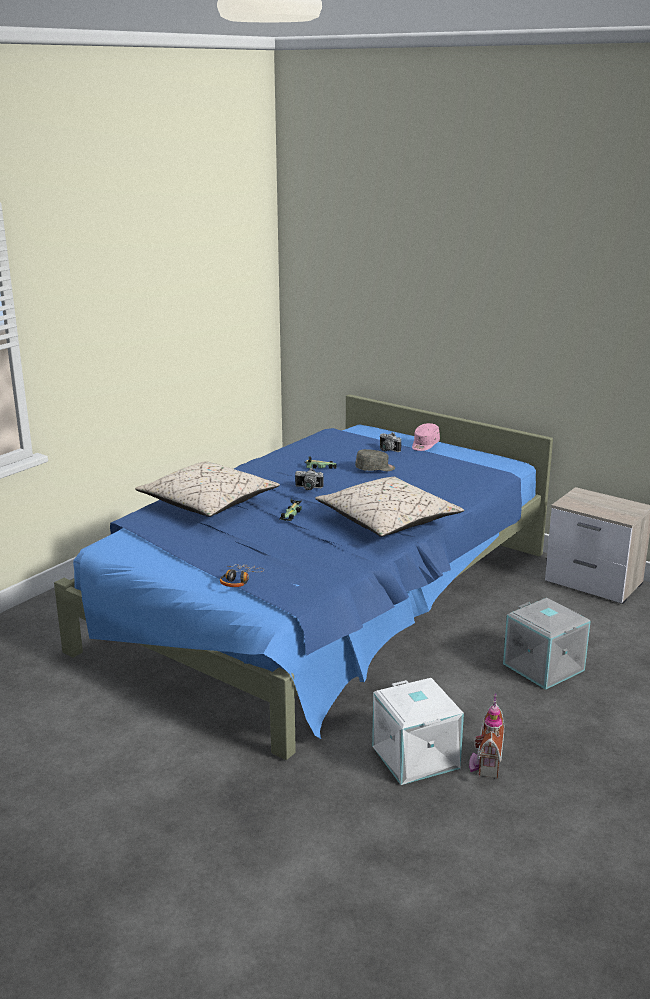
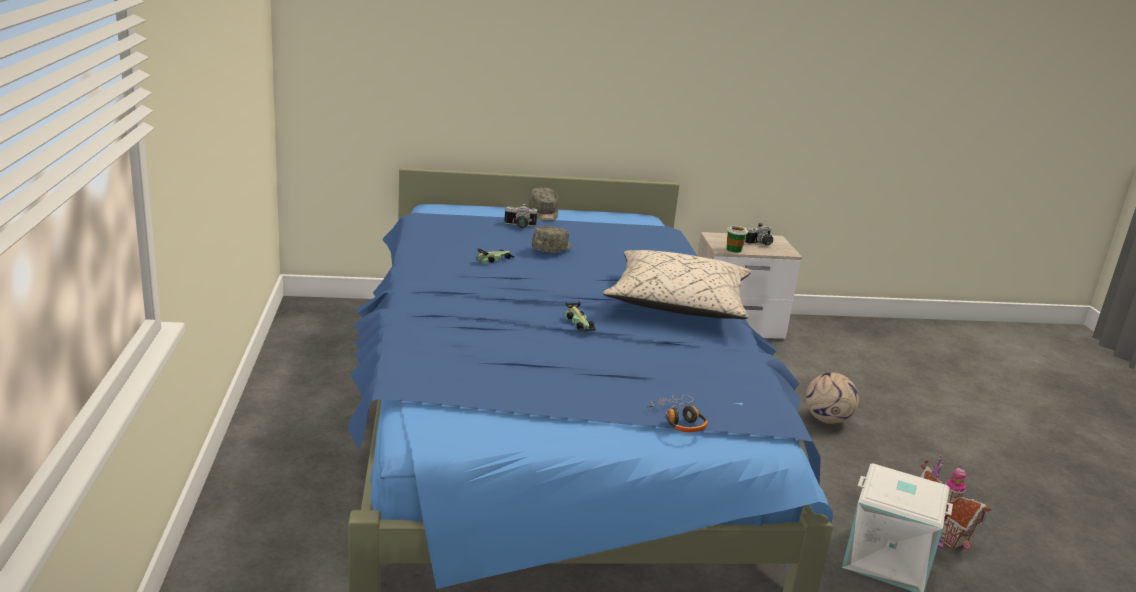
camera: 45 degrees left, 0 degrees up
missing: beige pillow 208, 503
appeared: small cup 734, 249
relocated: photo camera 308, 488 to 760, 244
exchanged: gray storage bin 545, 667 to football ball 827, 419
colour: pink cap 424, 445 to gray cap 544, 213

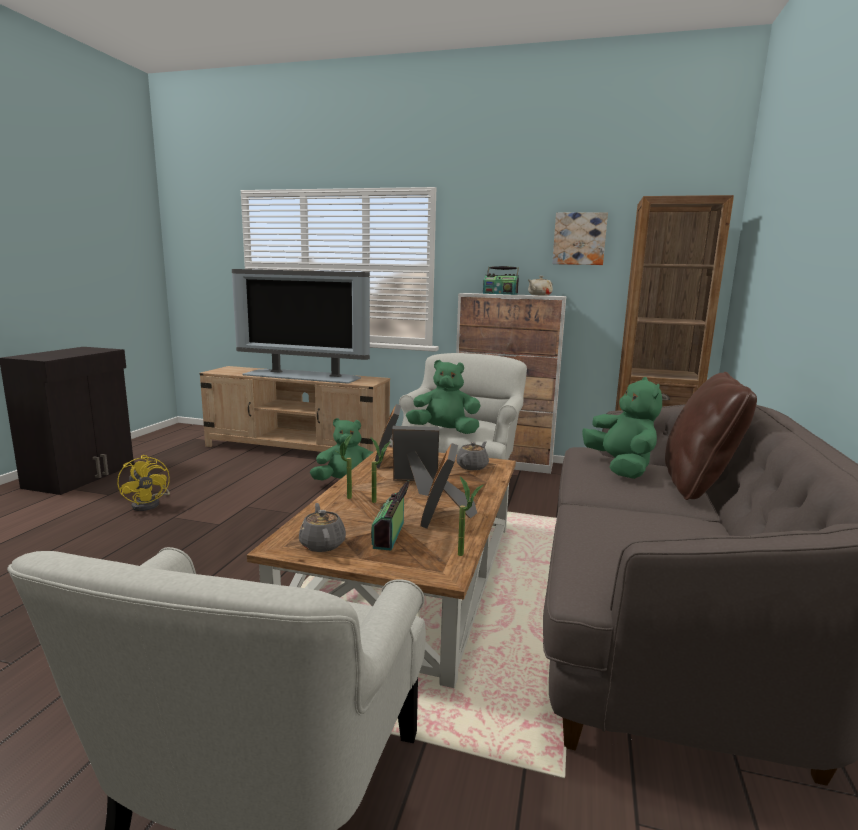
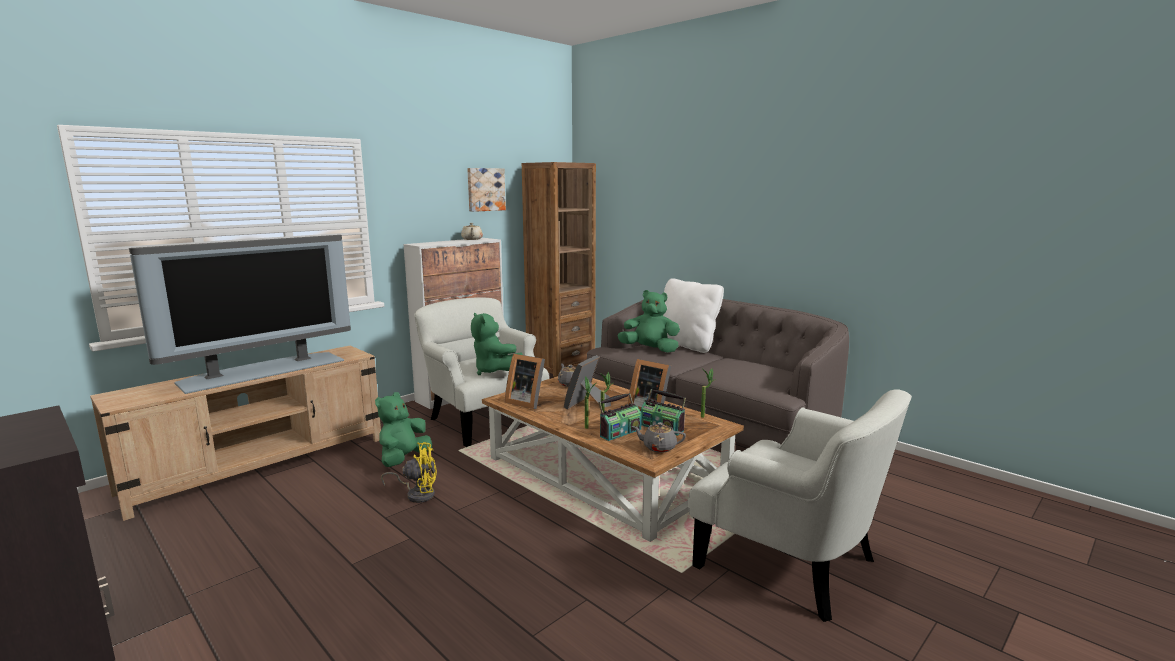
camera: 60 degrees left, 0 degrees up
relocated: yellow fan 150, 504 to 417, 494; radio receiver 500, 294 to 619, 432
colour: brown-coloured pillow 698, 485 to white pillow 686, 345
spun: green plush toy 444, 431 = 494, 371 75 degrees counterclockwise

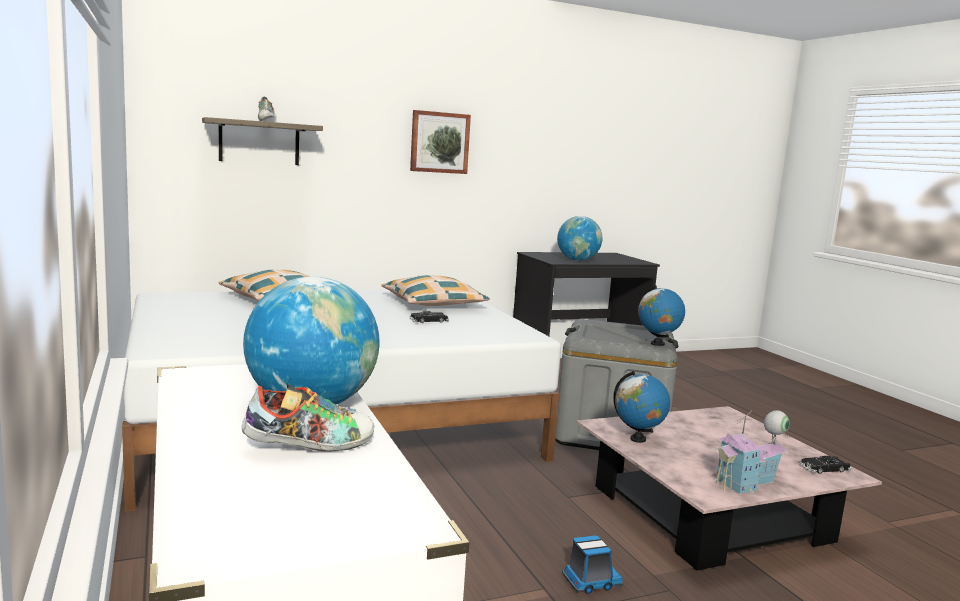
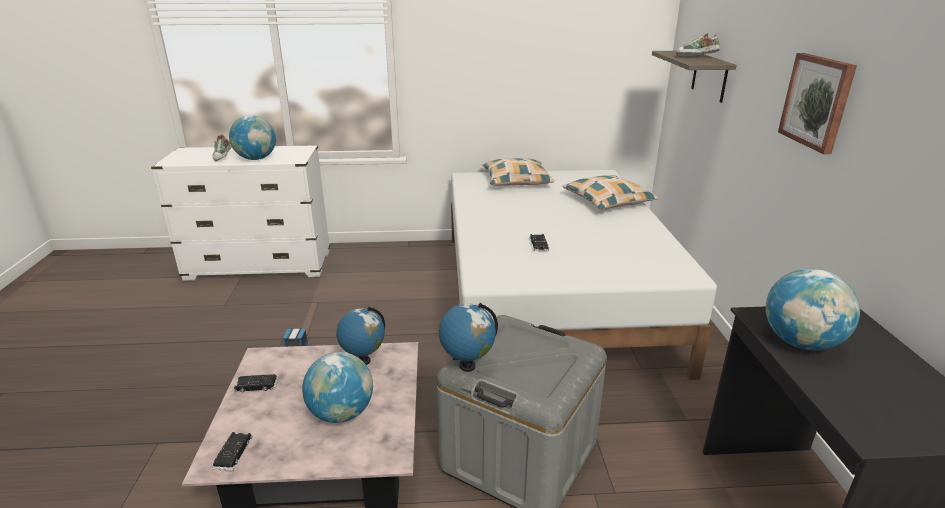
camera: 110 degrees right, 15 degrees up
appeared: desk globe 341, 413
relocated: pillow 433, 303 to 516, 181
exchanged: miniature house 747, 483 to blackish miniature car 256, 386

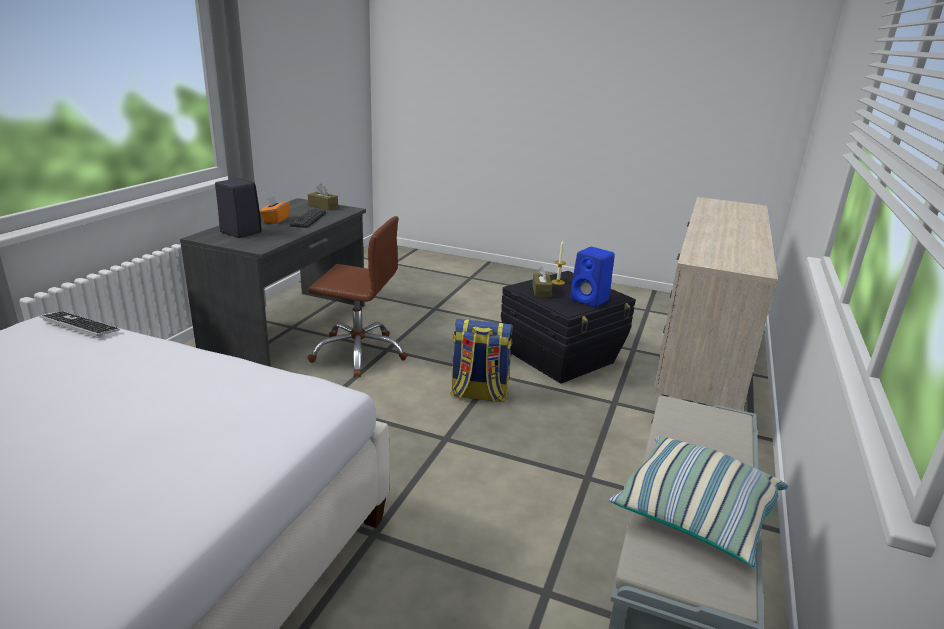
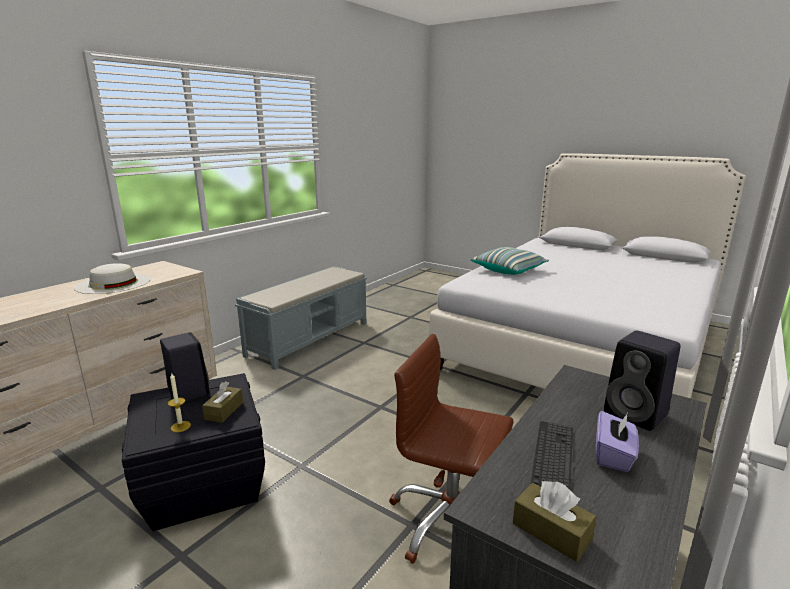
camera: 165 degrees left, 5 degrees down
missing: PC keyboard 80, 325; knapsack 478, 394
appeared: white clothing hat 113, 283
relocated: pillow 695, 514 to 509, 270
colour: orange-coloured tissue holder 275, 220 to purple-coloured tissue holder 613, 455; blue-coloured audio speaker 590, 300 to blackish audio speaker 188, 392

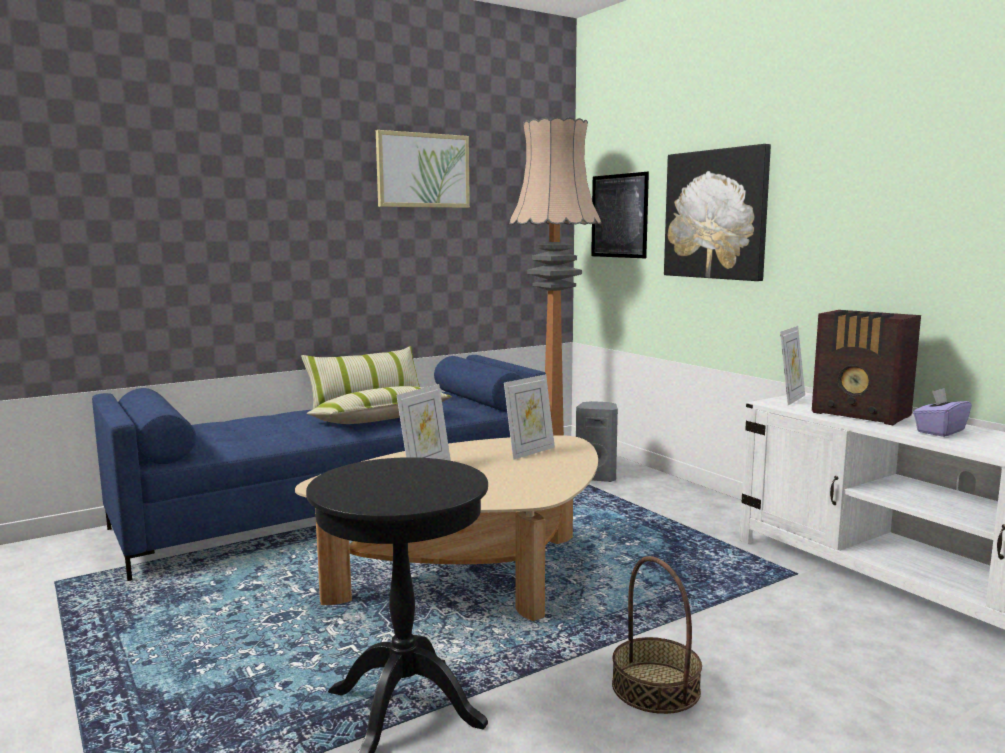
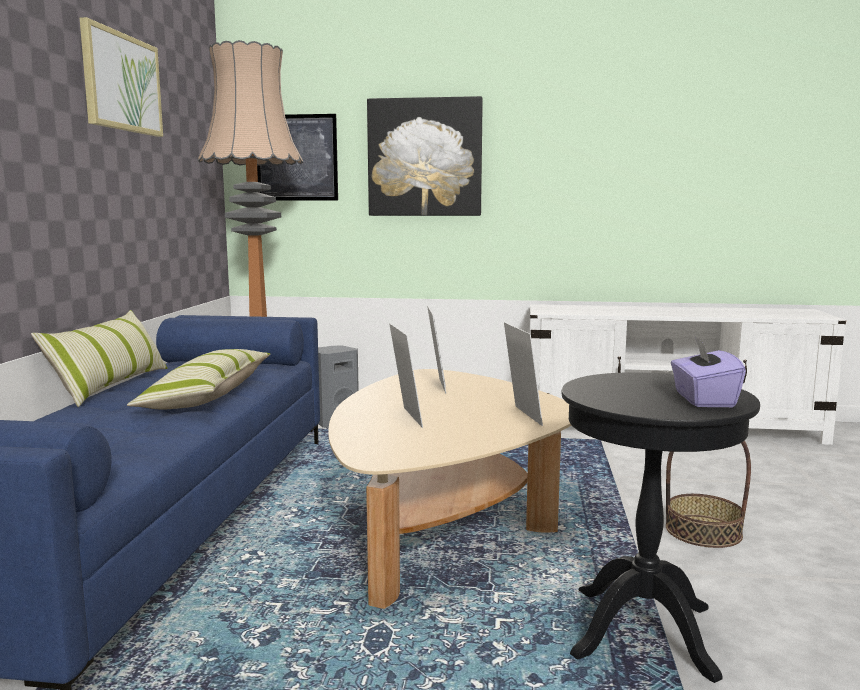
camera: 50 degrees left, 0 degrees up
missing: radio receiver 862, 415
relocated: photo frame 790, 399 to 521, 416; purple-coloured tissue holder 939, 431 to 703, 399

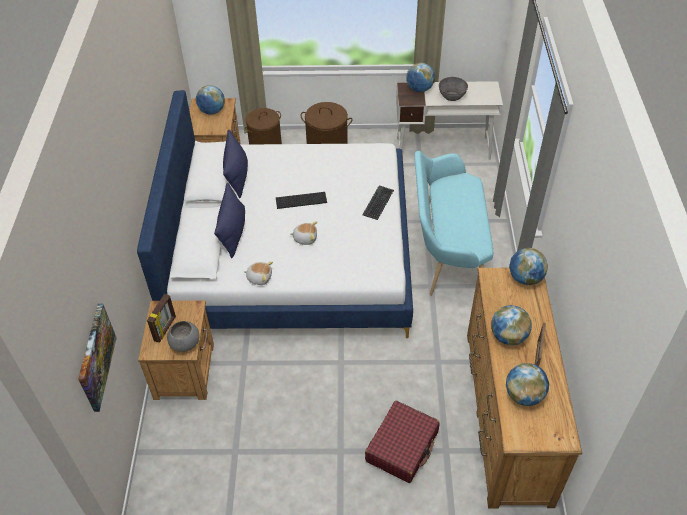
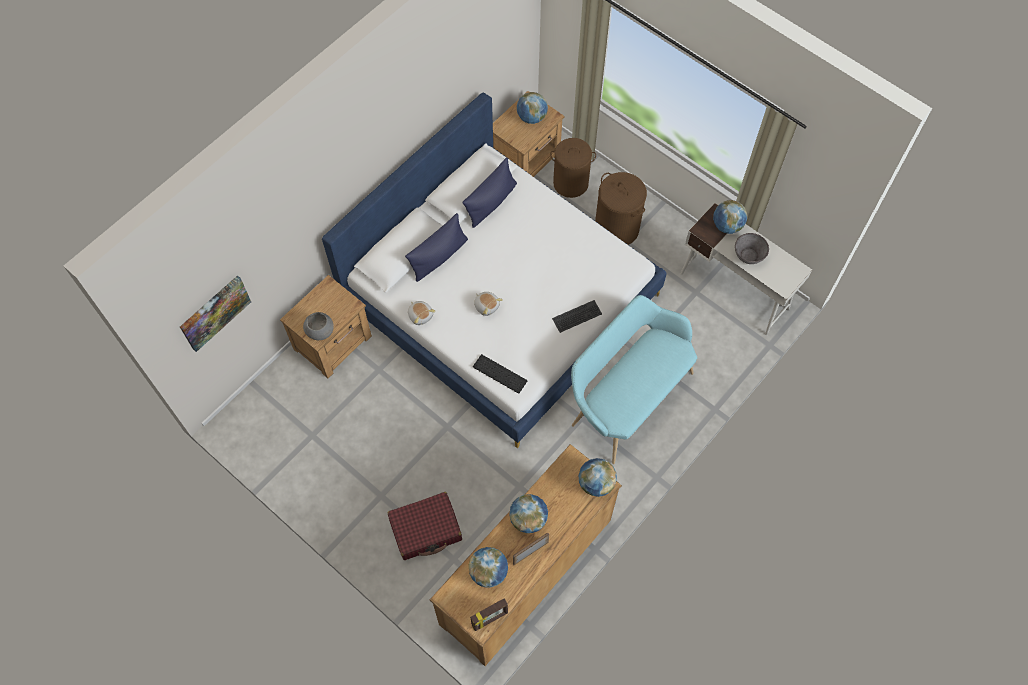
camera: 40 degrees right, 15 degrees up
relocated: photo frame 165, 329 to 490, 619; PC keyboard 301, 199 to 501, 373

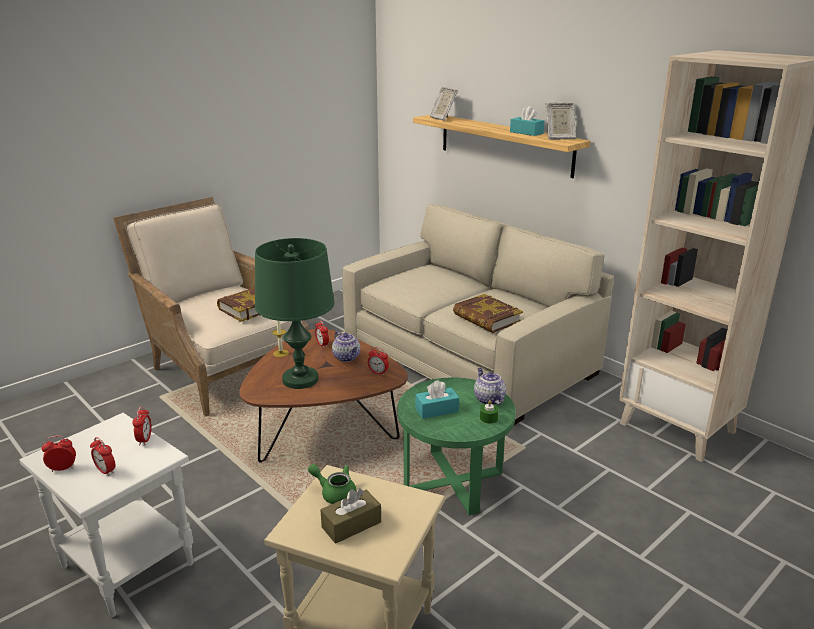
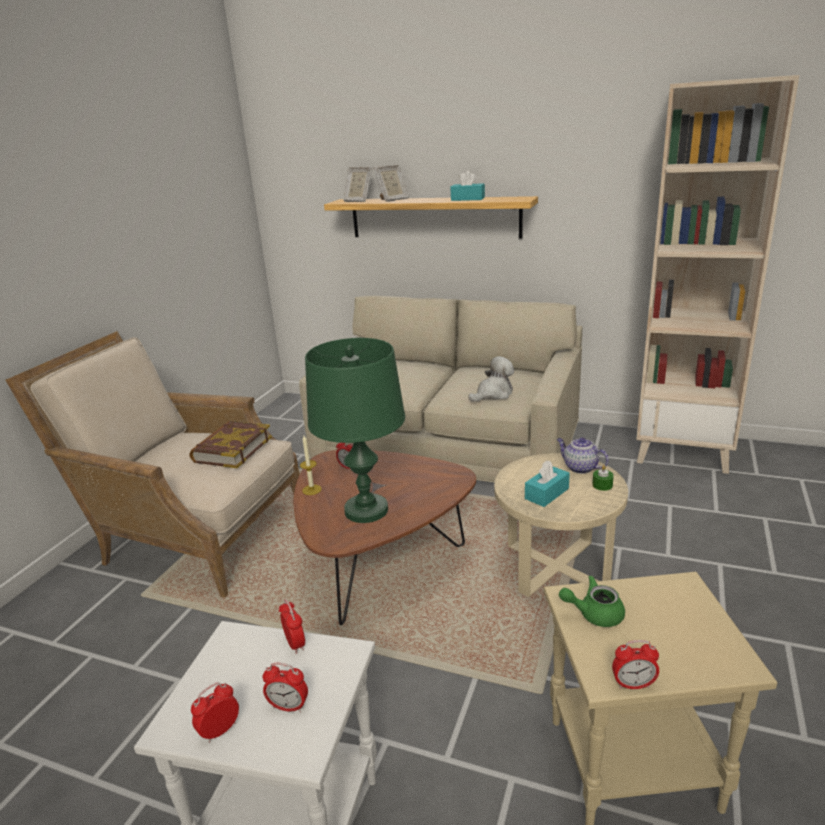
camera: 25 degrees left, 0 degrees up
missing: brown-coloured tissue holder 351, 525; teapot 347, 358
relocated: bedside clock 378, 373 to 633, 684; photo frame 559, 138 to 392, 200
exchanged: book 486, 318 to plush toy 493, 394
colour: green accent table 453, 481 to beige accent table 556, 566

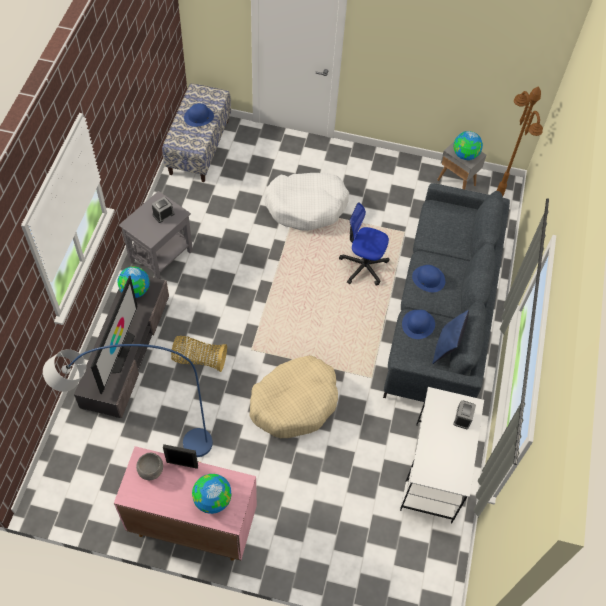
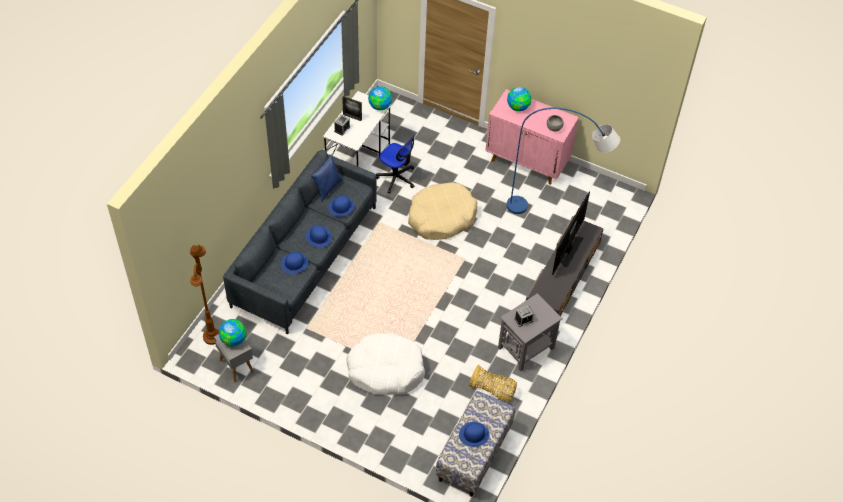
camera: 165 degrees left, 5 degrees down
appeared: blue-coloured clothing hat 294, 263
relocated: desk globe 135, 290 to 380, 106; photo frame 182, 464 to 352, 117; storage basket 199, 359 to 493, 390; computer chair 363, 266 to 396, 178

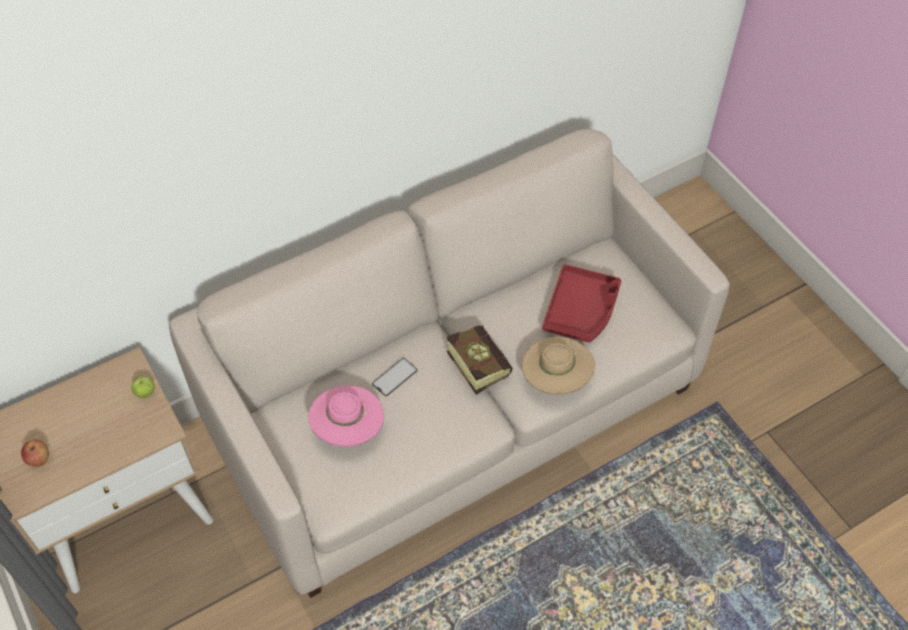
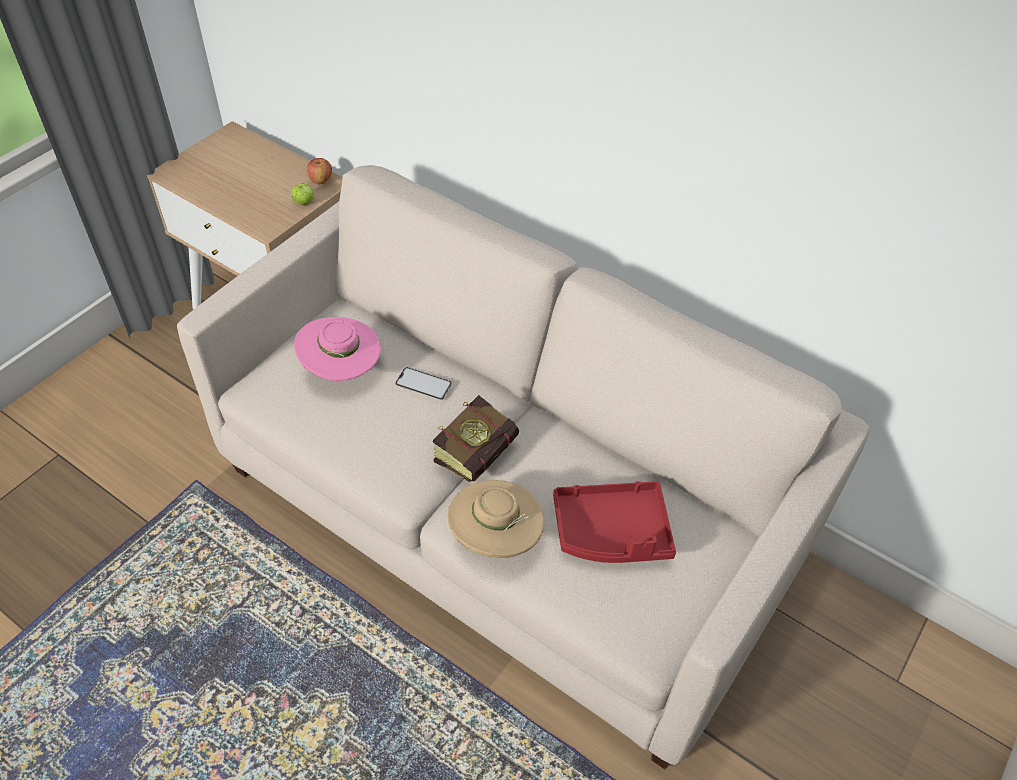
camera: 65 degrees right, 5 degrees down
relocated: whole apple 39, 459 to 320, 180

